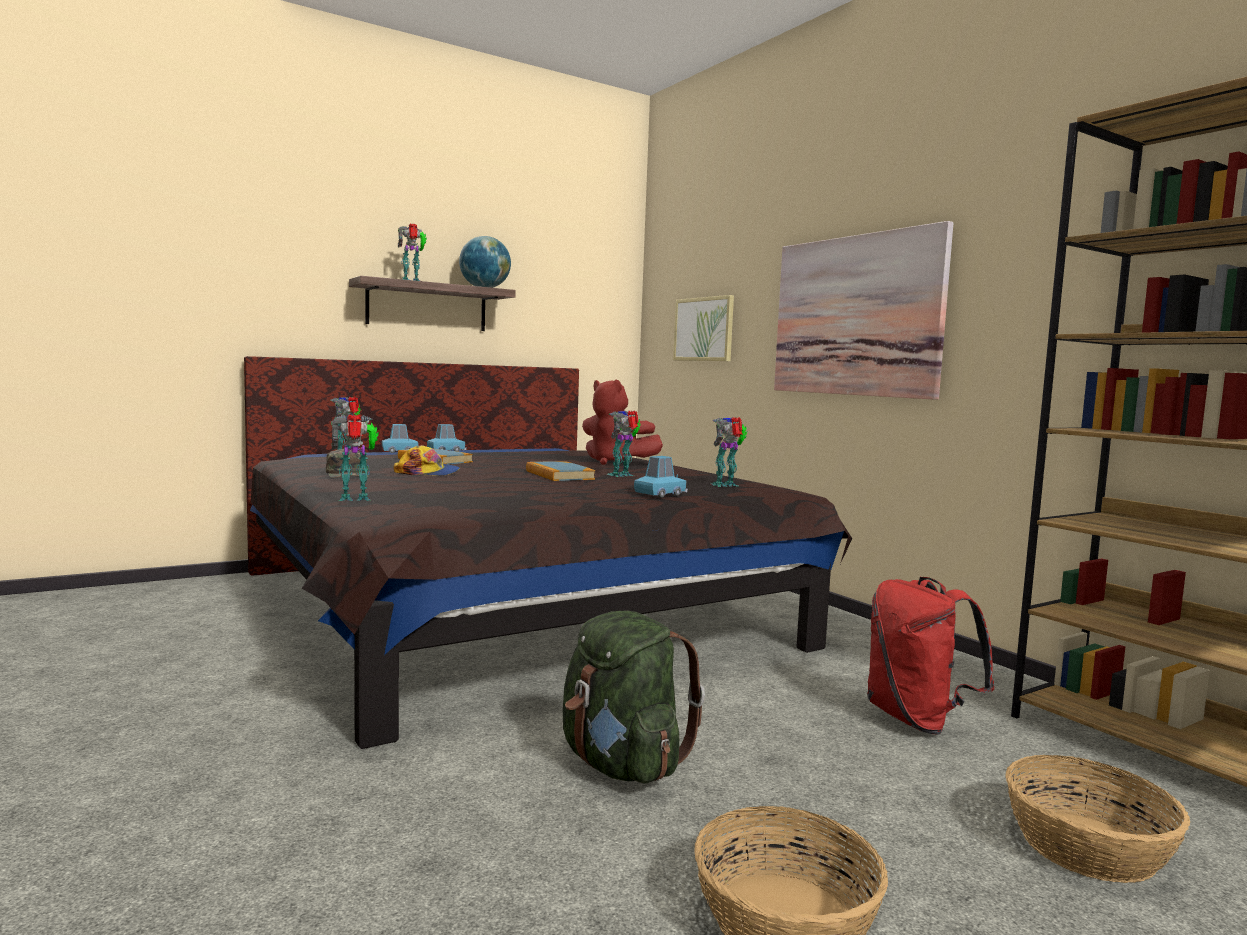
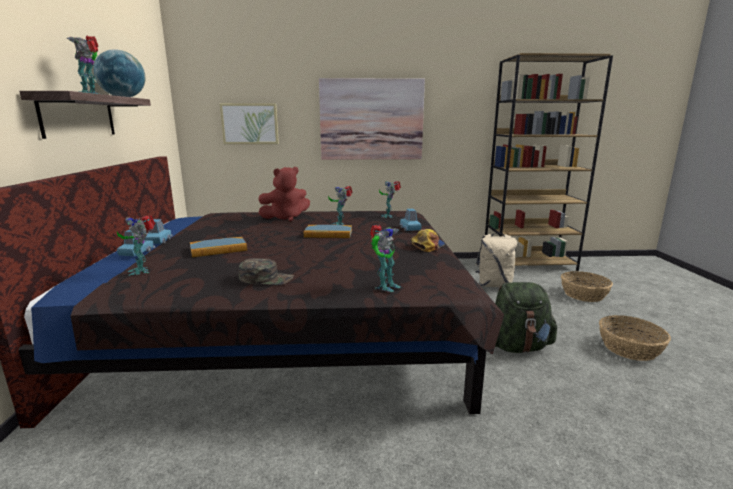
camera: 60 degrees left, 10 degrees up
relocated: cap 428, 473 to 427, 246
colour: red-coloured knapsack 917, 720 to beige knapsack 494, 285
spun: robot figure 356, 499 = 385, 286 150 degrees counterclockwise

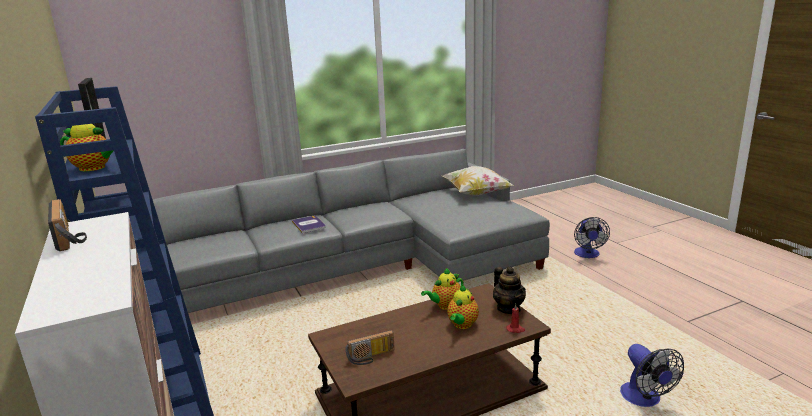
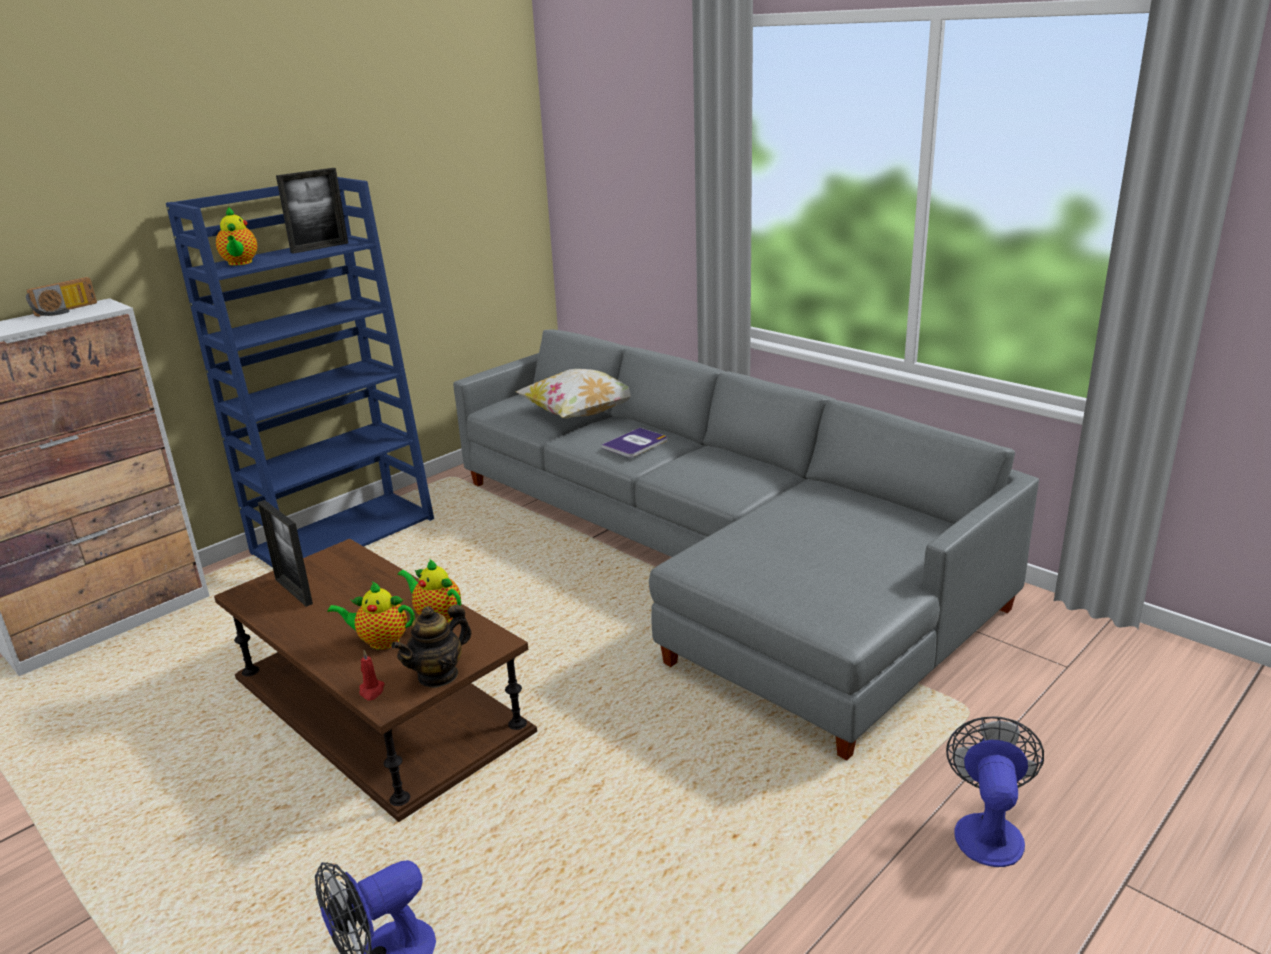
camera: 70 degrees right, 5 degrees up
relocated: pillow 476, 194 to 580, 415
exchanged: radio receiver 371, 357 to photo frame 293, 591
spun: fan 587, 255 = 987, 829 120 degrees clockwise

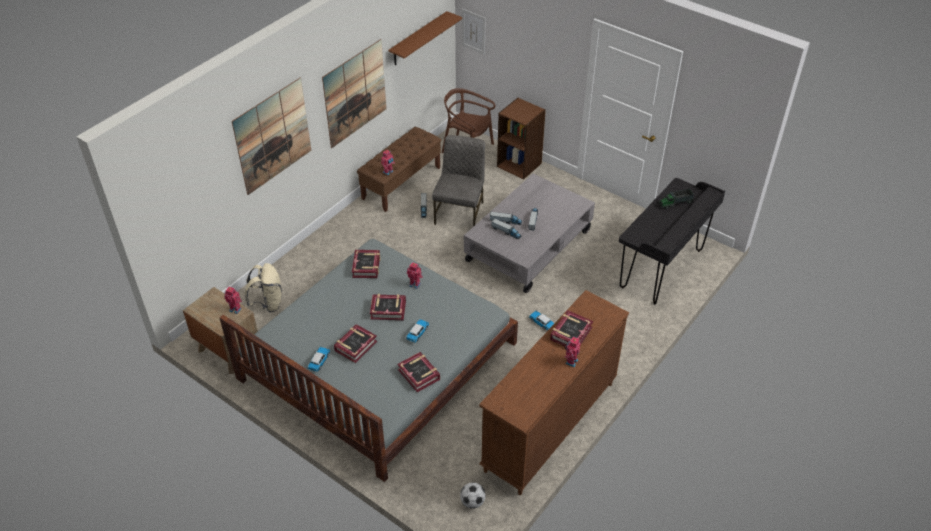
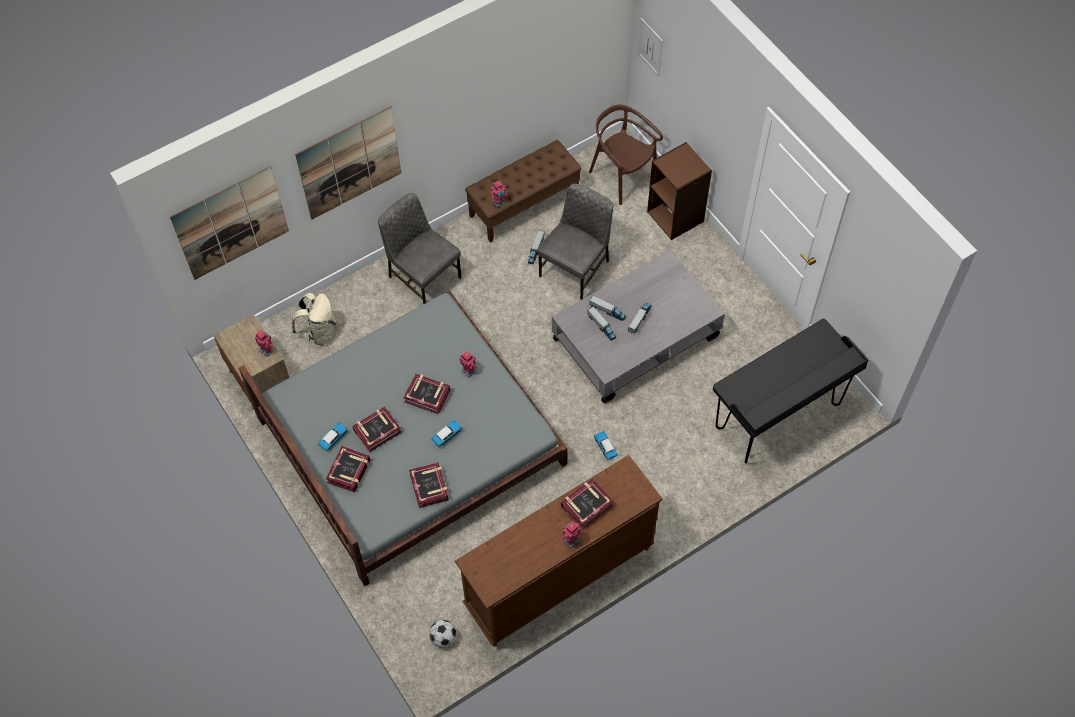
camera: 20 degrees right, 15 degrees up
missing: brown-coloured bracket shelf 418, 39; model truck 675, 203
appeared: gray chair 423, 277
relocated: wall art 355, 93 to 231, 223; book 366, 267 to 349, 471

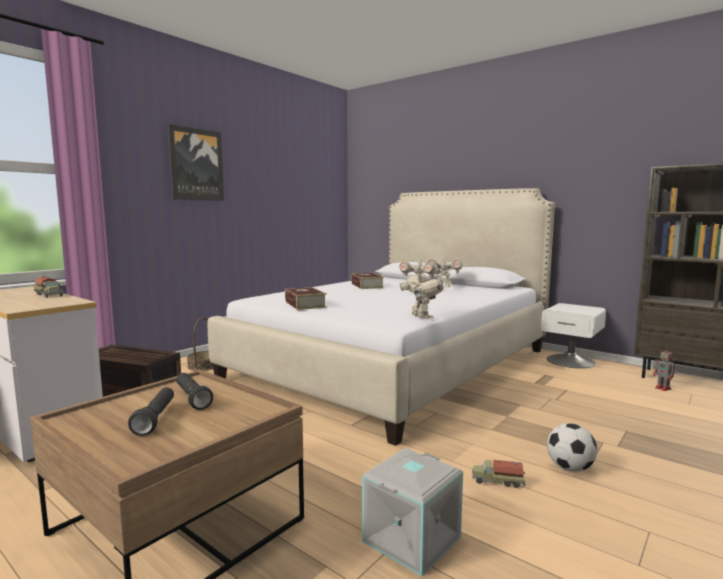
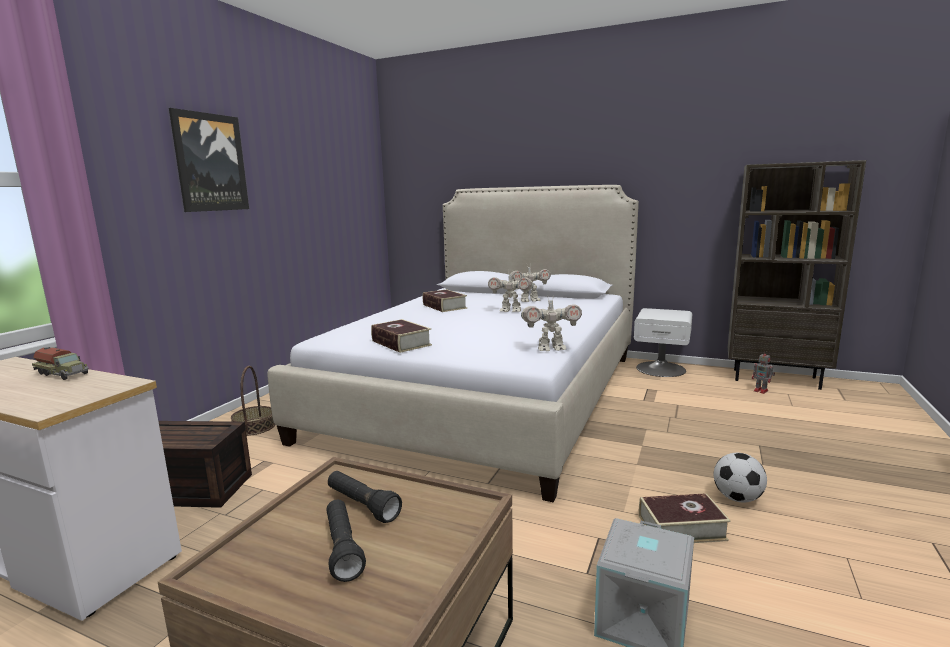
camera: 15 degrees left, 5 degrees up
exchanged: model truck 497, 481 to book 681, 527
spun: robot figure 420, 317 = 550, 349 120 degrees clockwise

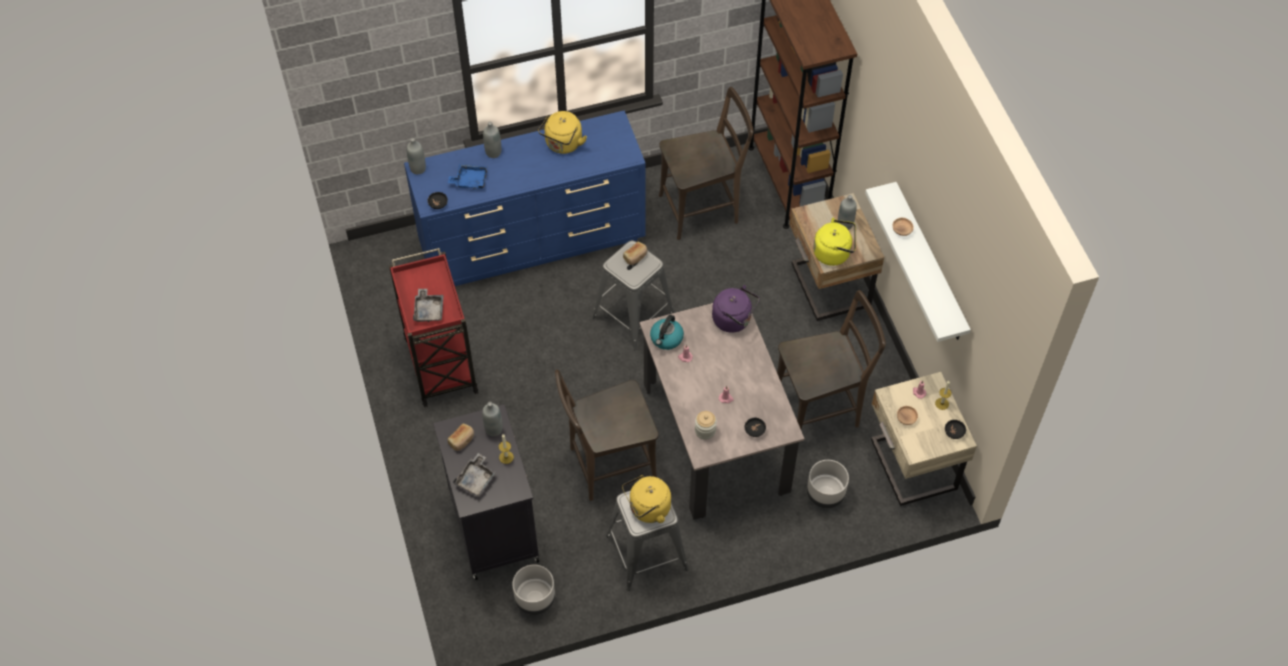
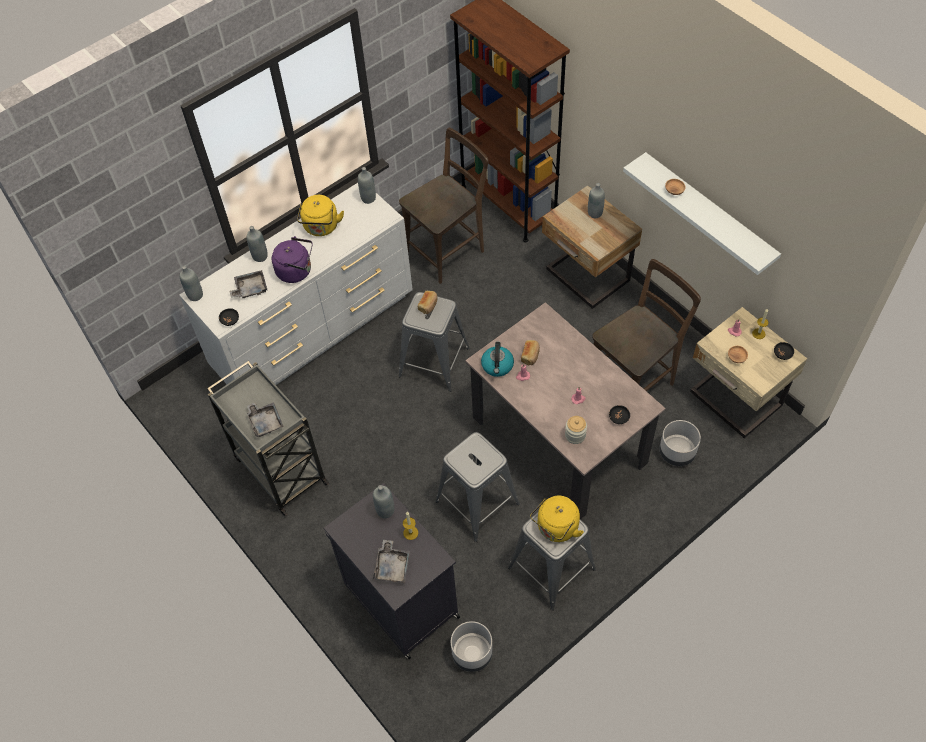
camera: 20 degrees left, 0 degrees up
missing: yellow tea kettle 834, 253
appeared: gray beverage bottle 368, 198
relocated: bakery bread 462, 440 to 530, 355; purple-coloured tea kettle 734, 320 to 296, 271
exchanged: brown-coloured chair 608, 465 to gray stool seat 477, 502
colour: red-coloured trolley 440, 363 to gray trolley 280, 469; blue-coloured drawer chest 533, 242 to white drawer chest 315, 331; blue-coloured tray 470, 180 to gray tray 250, 288

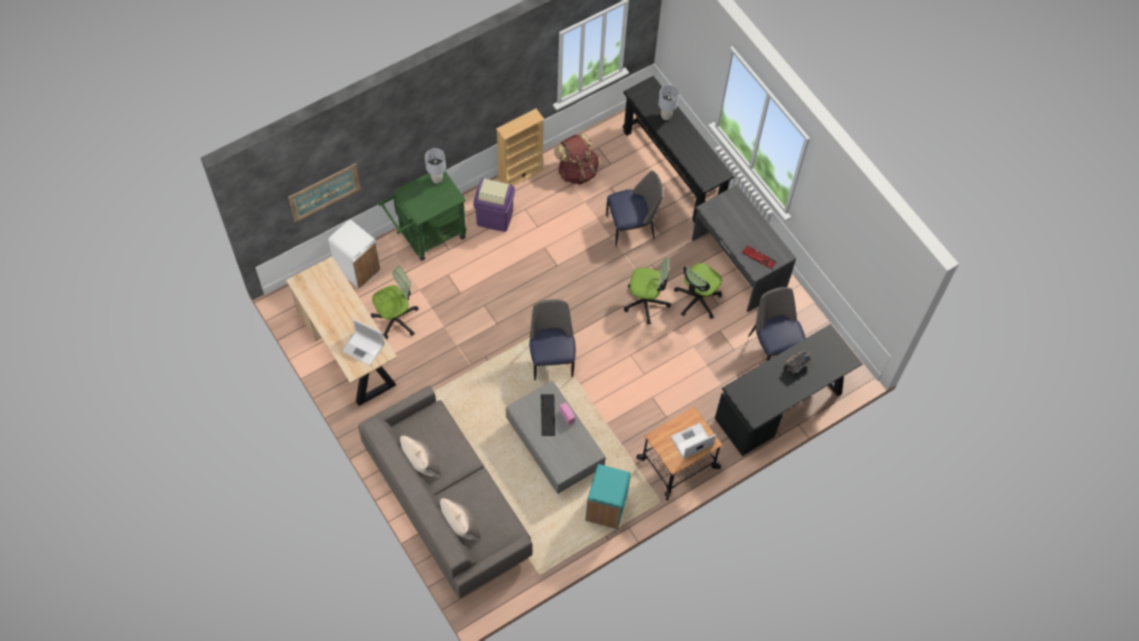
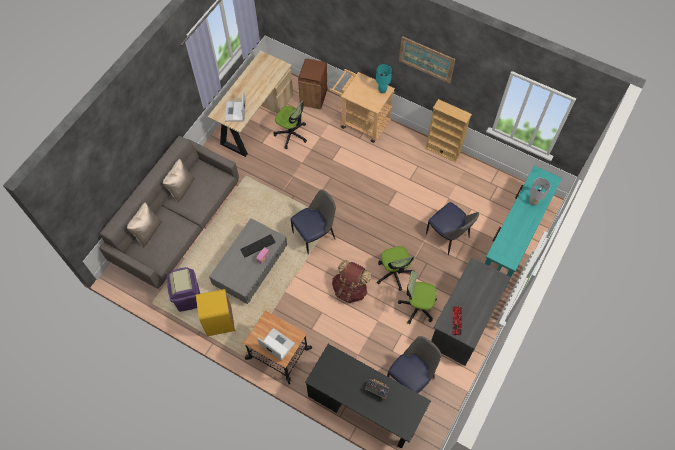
camera: 65 degrees right, 0 degrees up
relocated: wall art 324, 192 to 426, 59; purple-coloured trash can 495, 217 to 188, 297; brown-coloured knapsack 577, 171 to 350, 289
colour: white trash can 358, 269 to brown-coloured trash can 314, 98; green trolley 427, 236 to beige trolley 361, 122; gray table lamp 437, 179 to blue-green table lamp 382, 90; blue-green trash can 605, 509 to yellow trash can 219, 322; blackish console table 672, 170 to blue-green console table 513, 241

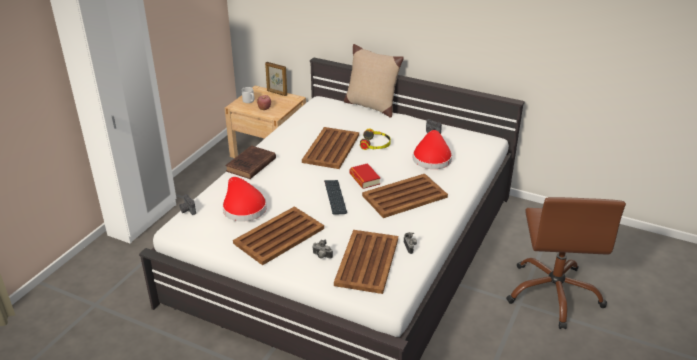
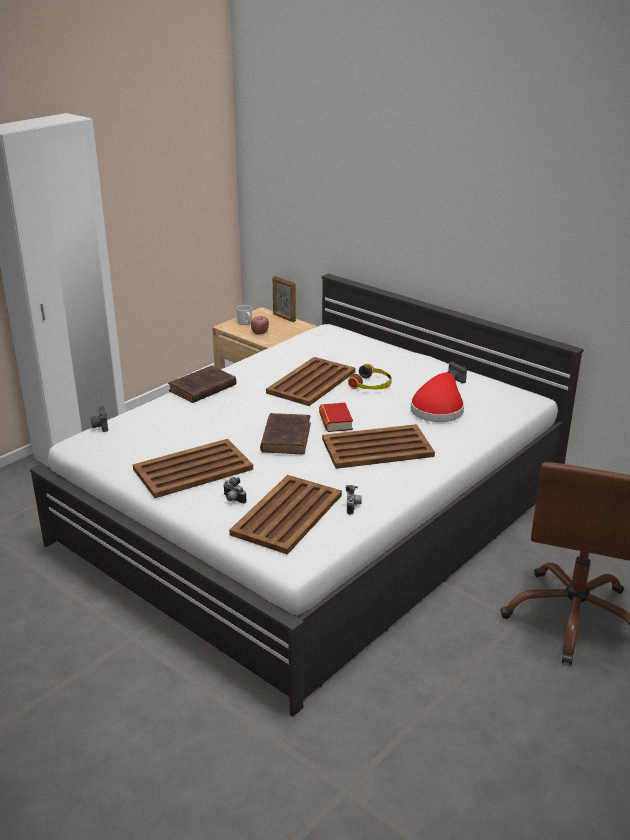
camera: 15 degrees right, 5 degrees down
missing: red-coloured clothing hat 243, 207; beige pillow 371, 106
exchanged: PC keyboard 335, 197 to brown-coloured book 286, 436

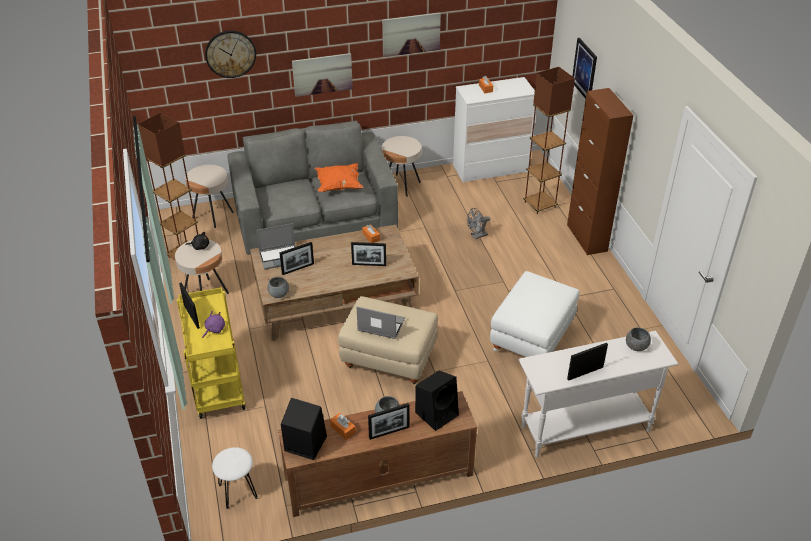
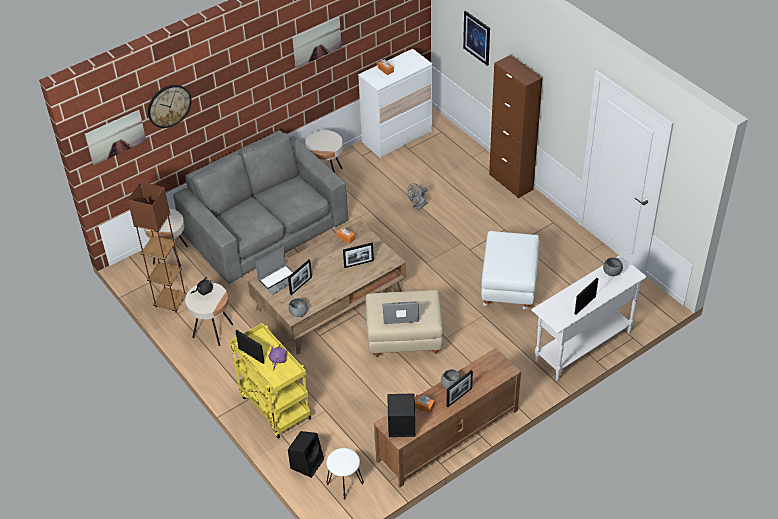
camera: 20 degrees left, 5 degrees up
missing: orange-coloured pillow 338, 186; brown-coloured floor lamp 540, 204
relocated: wall art 322, 74 to 115, 137; blackish audio speaker 437, 413 to 307, 463

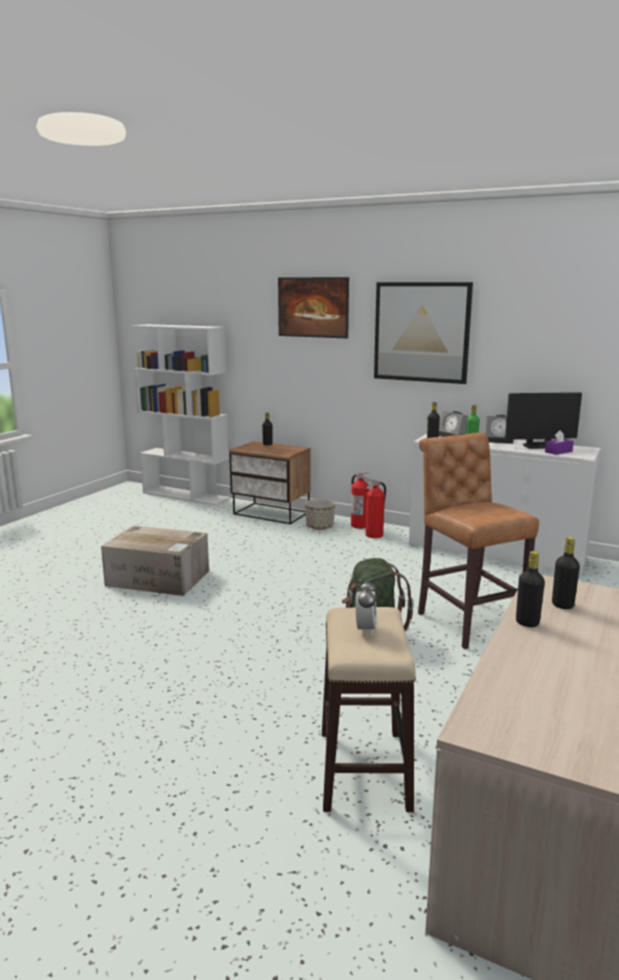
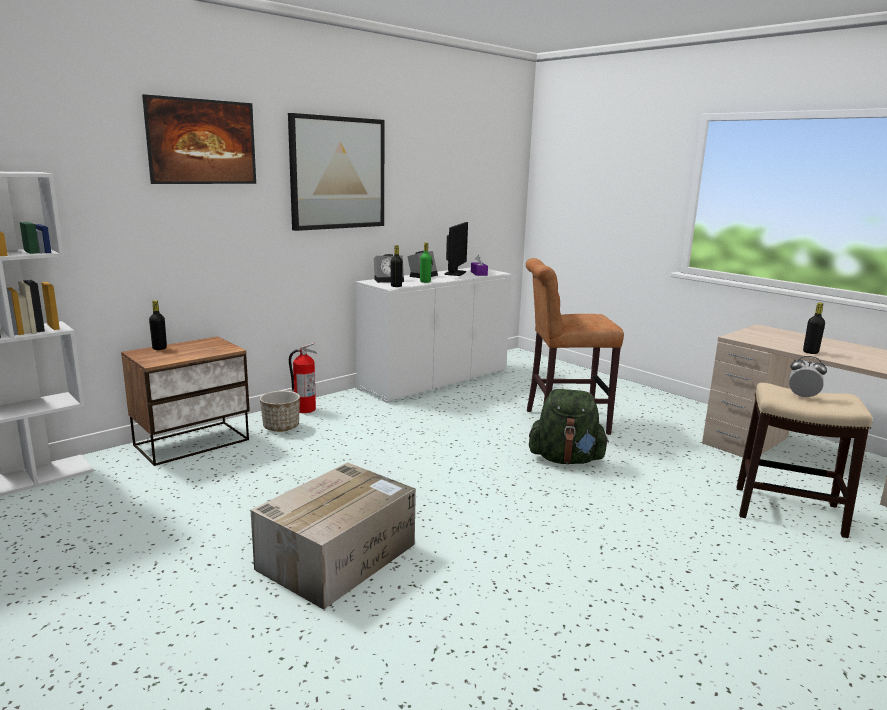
camera: 70 degrees left, 0 degrees up
missing: fire-fighting cylinder 374, 535; blackish beverage bottle 562, 605

